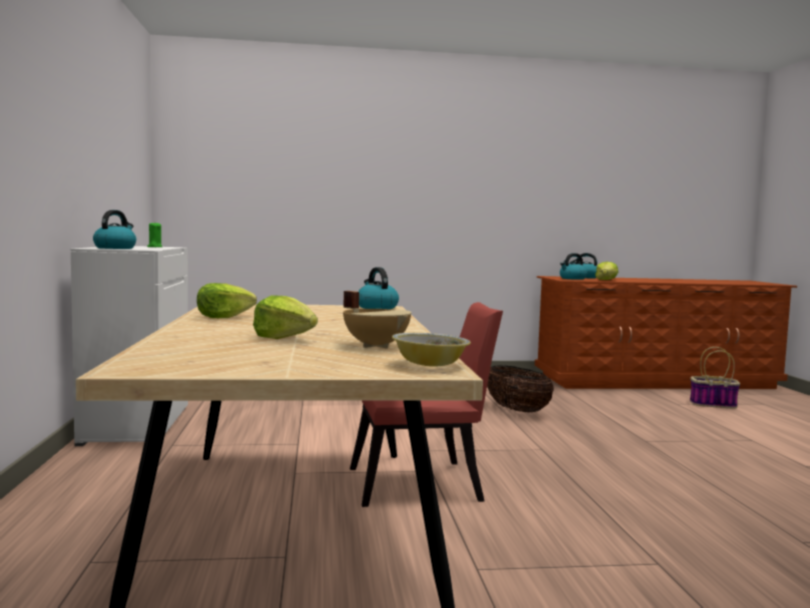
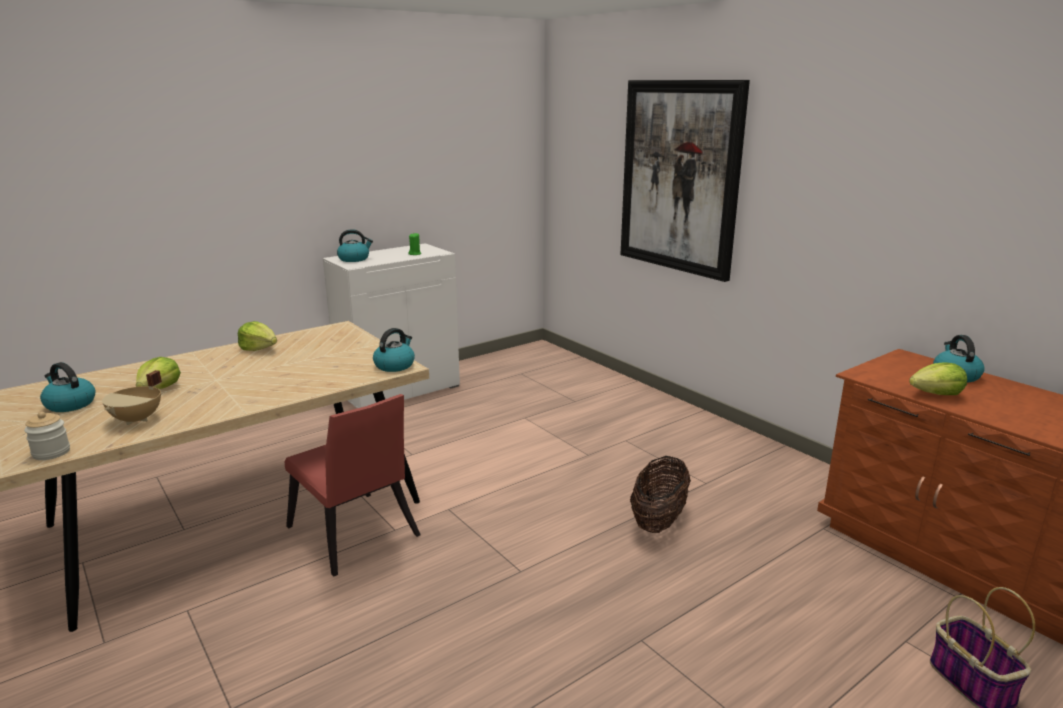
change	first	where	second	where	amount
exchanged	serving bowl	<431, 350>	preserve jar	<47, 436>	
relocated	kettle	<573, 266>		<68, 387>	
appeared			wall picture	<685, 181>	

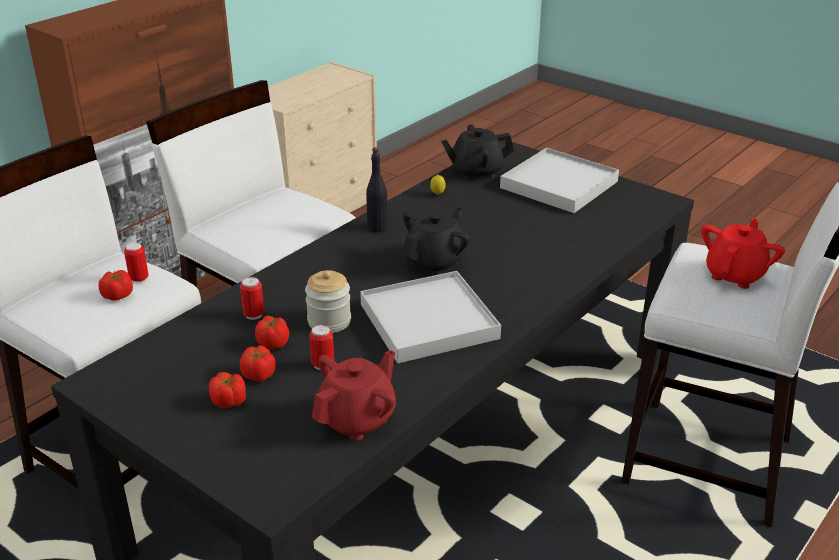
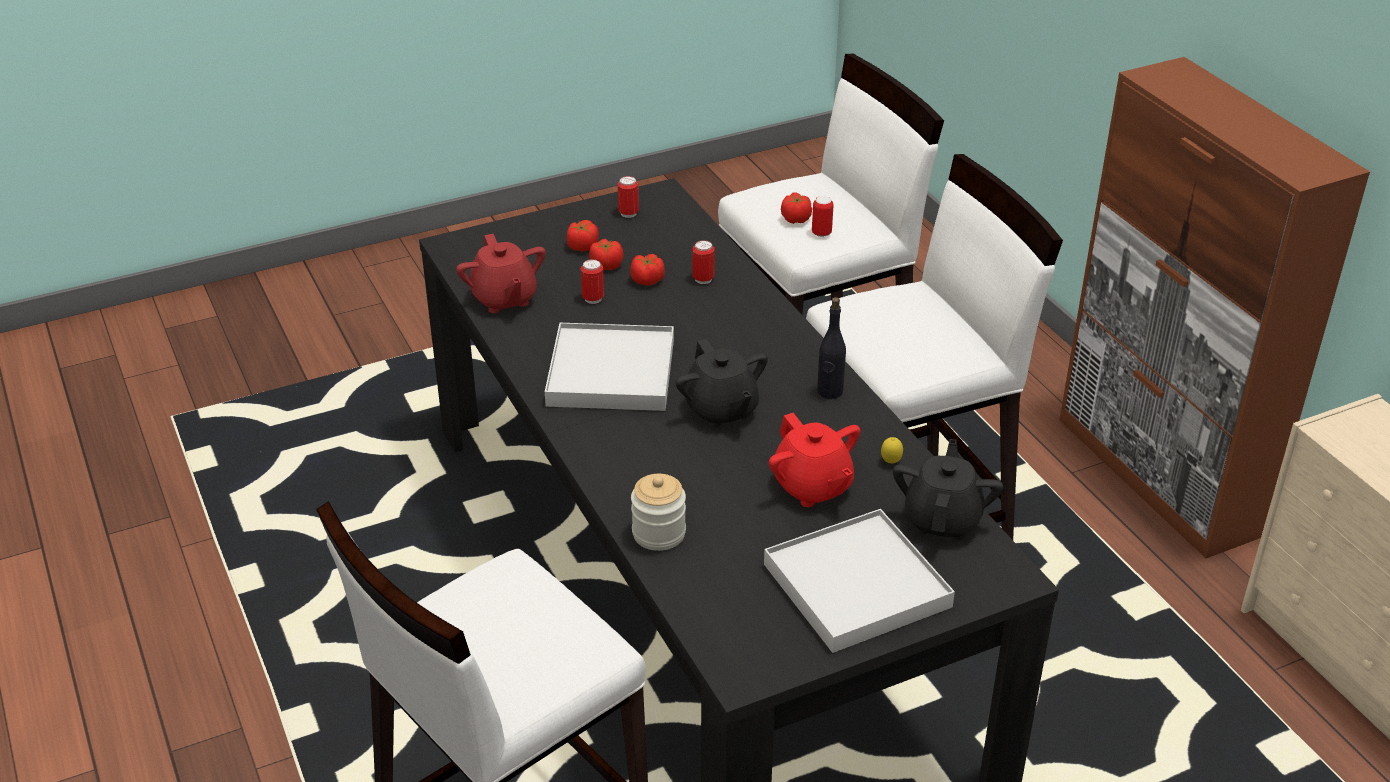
change	first	where	second	where	amount
appeared			can	<628, 197>	
relocated	preserve jar	<328, 301>		<658, 512>	
relocated	red teapot	<743, 253>		<814, 460>	

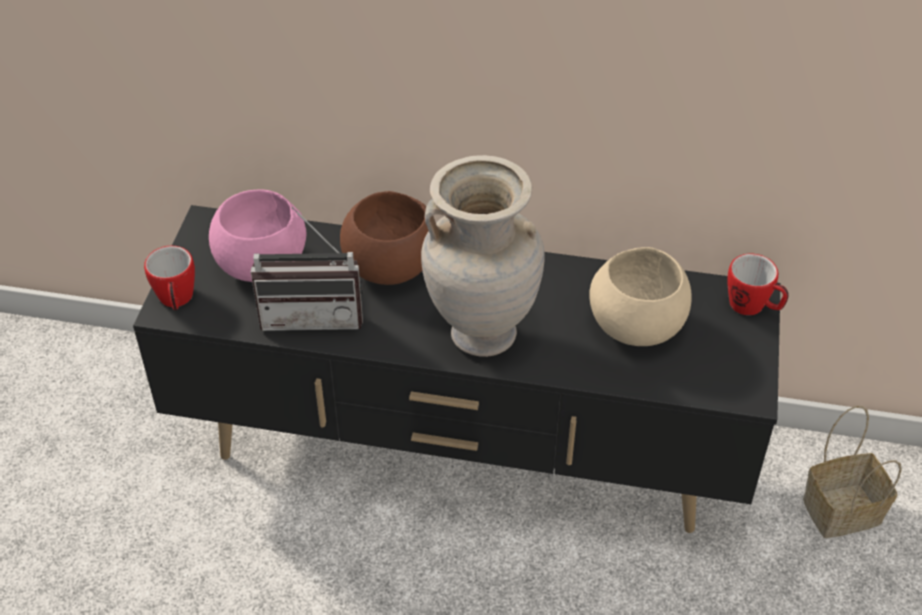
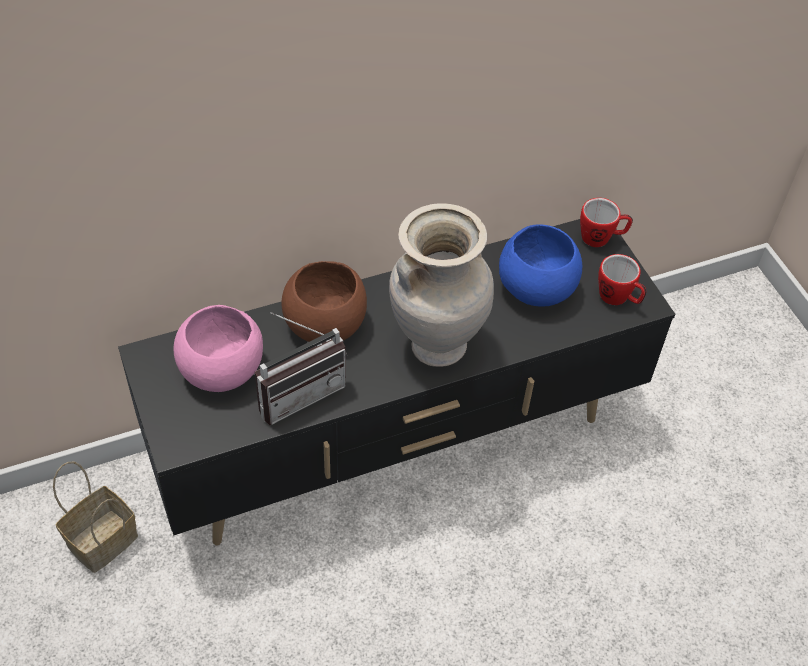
change	first	where	second	where	amount
relocated	storage basket	<852, 472>		<95, 517>	
colour	sand-coloured serving bowl	<640, 296>	bluish serving bowl	<540, 266>	
relocated	mug	<169, 278>		<622, 279>	

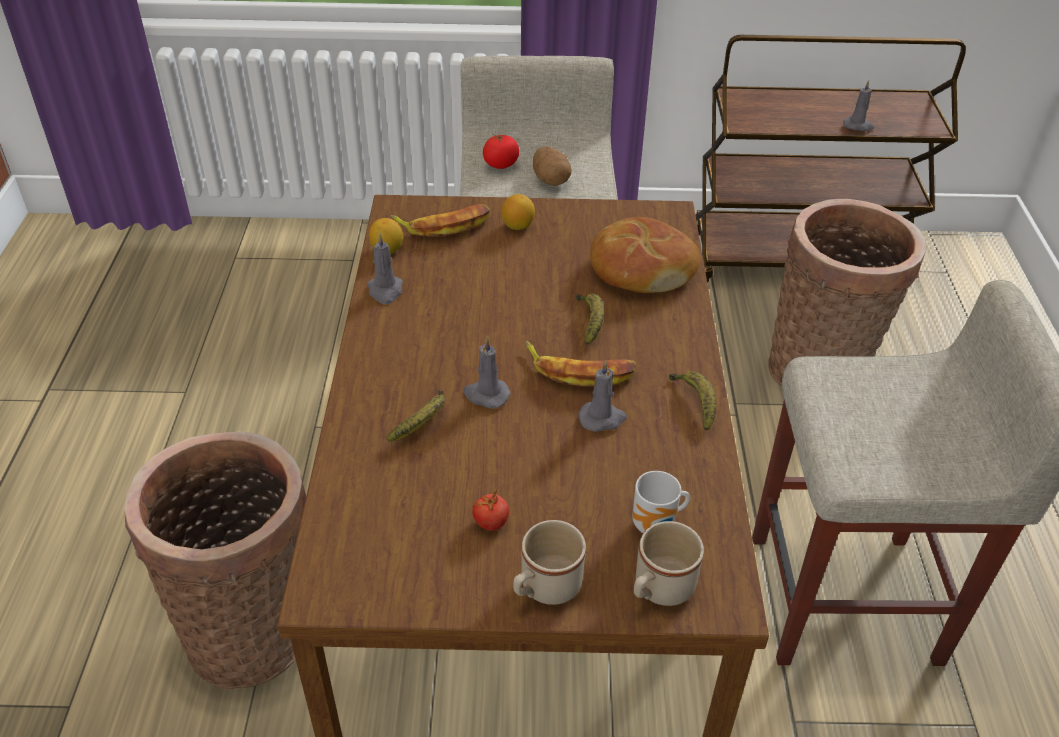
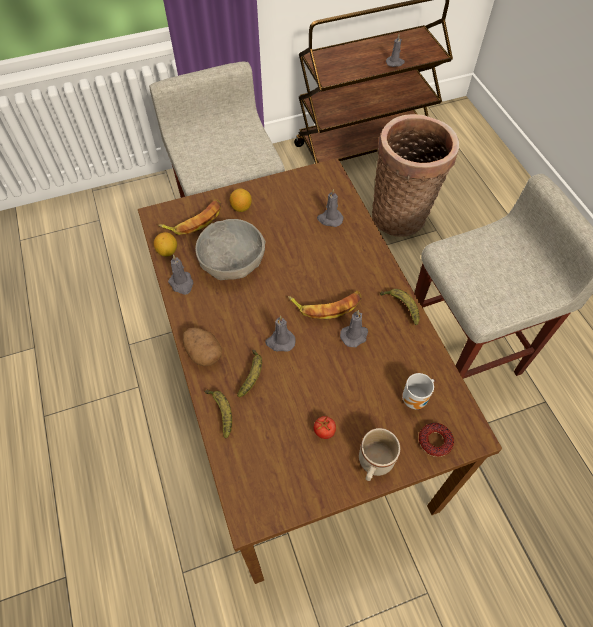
change	first	where	second	where	amount
relocated	spud	<552, 166>		<202, 347>	
appeared			grey serving bowl	<230, 249>	
relocated	banana fruit	<590, 319>		<218, 414>	
exchanged	bread	<645, 255>	grey wax candle	<330, 208>	
exchanged	sand-coloured mug	<669, 563>	donut	<436, 440>	
missing	storage basket	<215, 560>			
missing	whole tomato	<501, 151>			

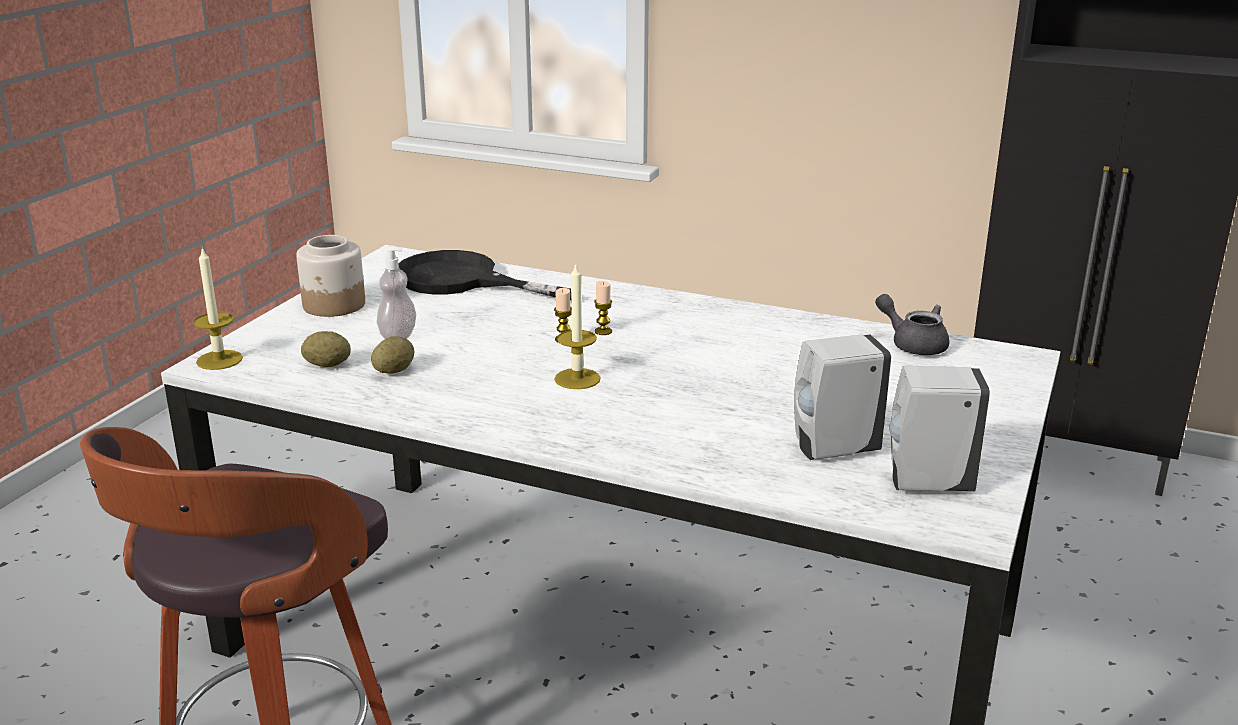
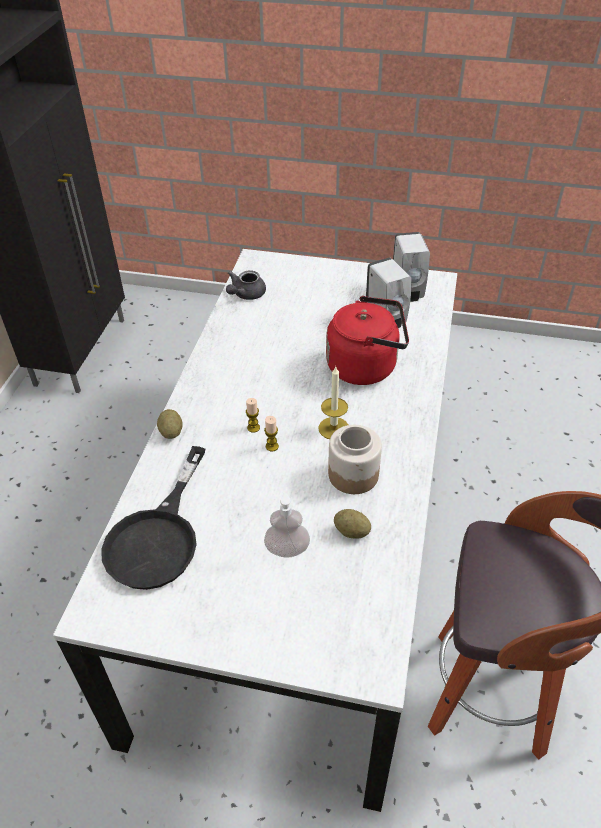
change	first	where	second	where	amount
relocated	spud	<326, 349>		<170, 424>	
appeared			red kettle	<367, 340>	
relocated	preserve jar	<330, 276>		<355, 459>	
missing	wax candle	<218, 308>			

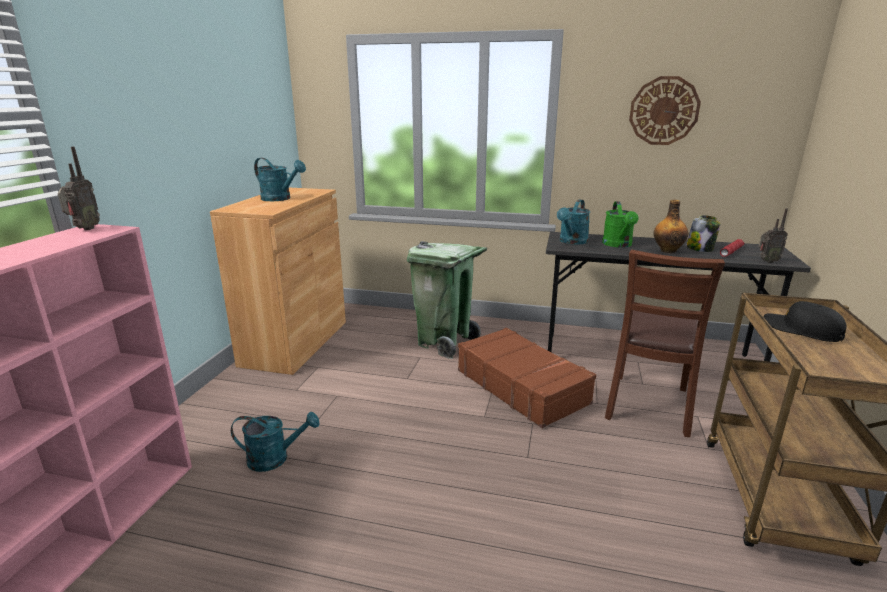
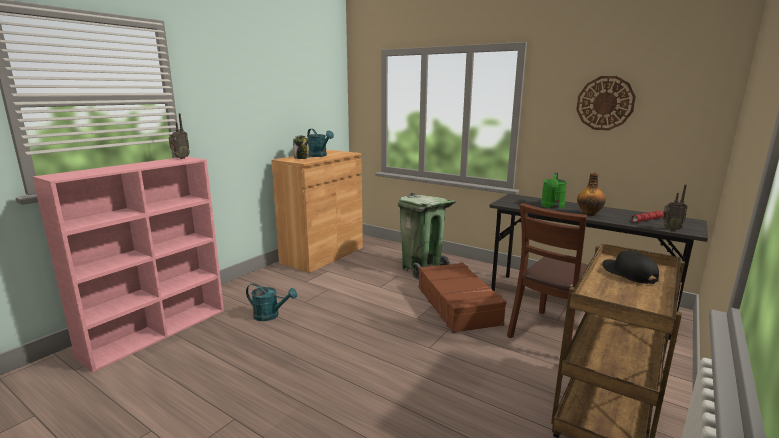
change	first	where	second	where	amount
relocated	preserve jar	<703, 233>		<301, 147>	
missing	turquoise watering can	<573, 222>			

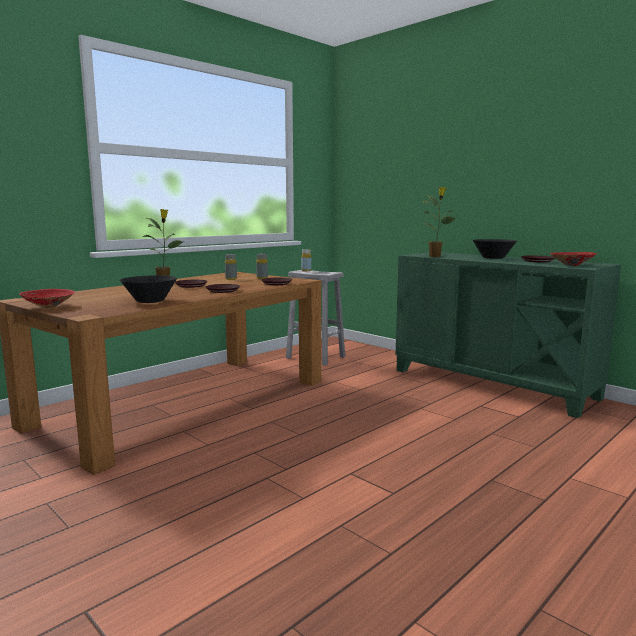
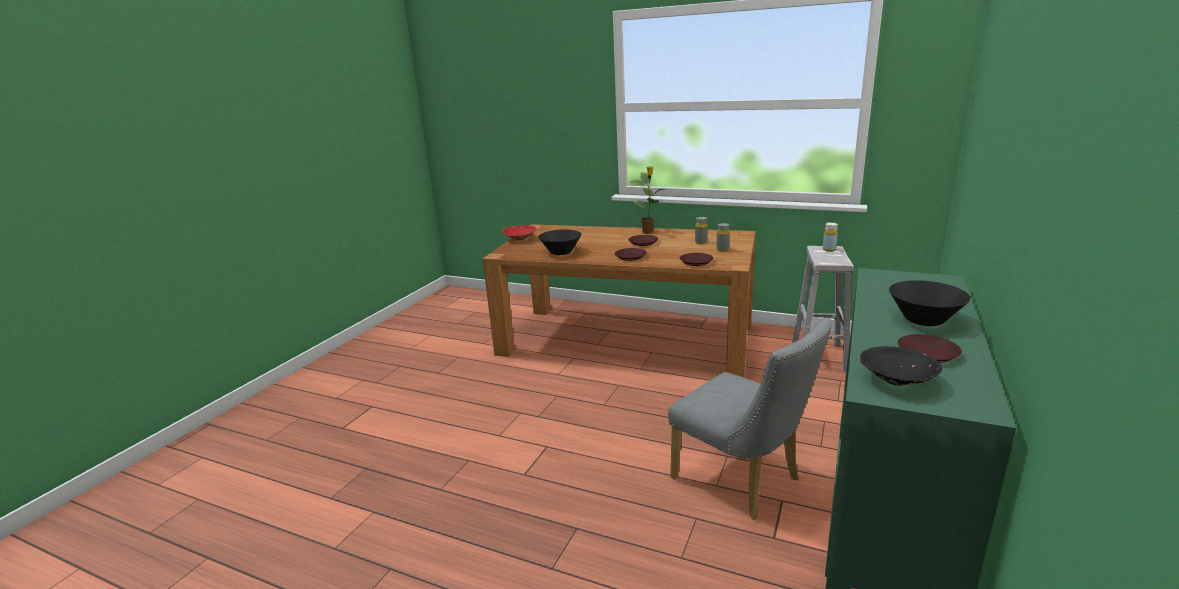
change	first	where	second	where	amount
appeared			grey chair	<750, 418>	
colour	red serving bowl	<573, 259>	blackish serving bowl	<901, 366>	
missing	plant in a pot	<439, 222>			

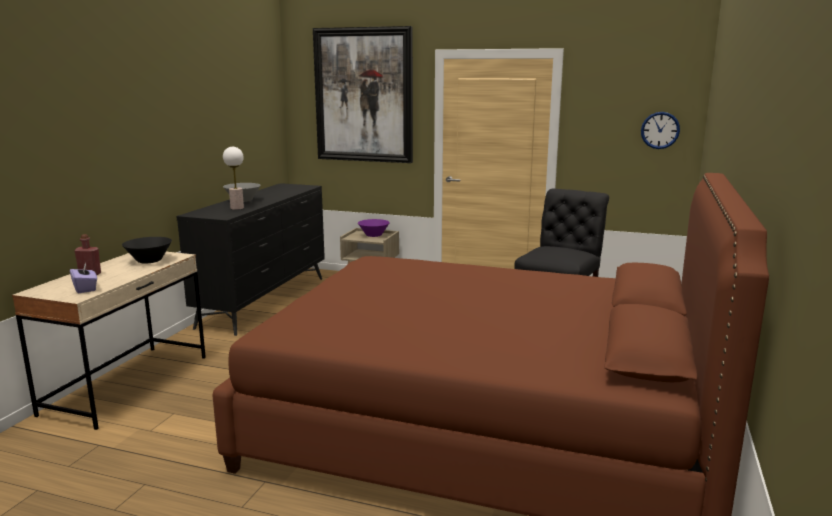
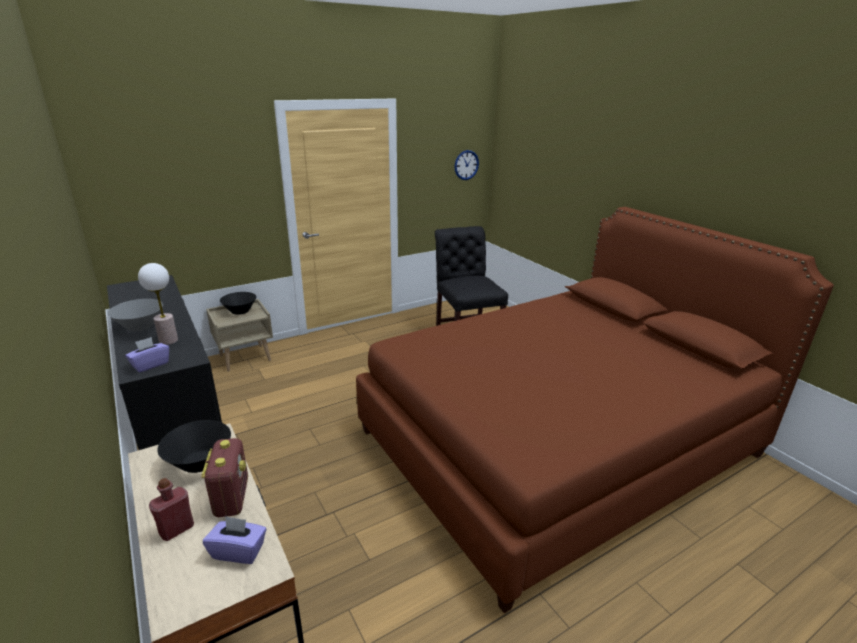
change	first	where	second	where	amount
appeared			purple box of tissues	<147, 355>	
appeared			radio receiver	<224, 477>	
colour	purple serving bowl	<374, 228>	blackish serving bowl	<238, 303>	
missing	wall picture	<363, 94>			

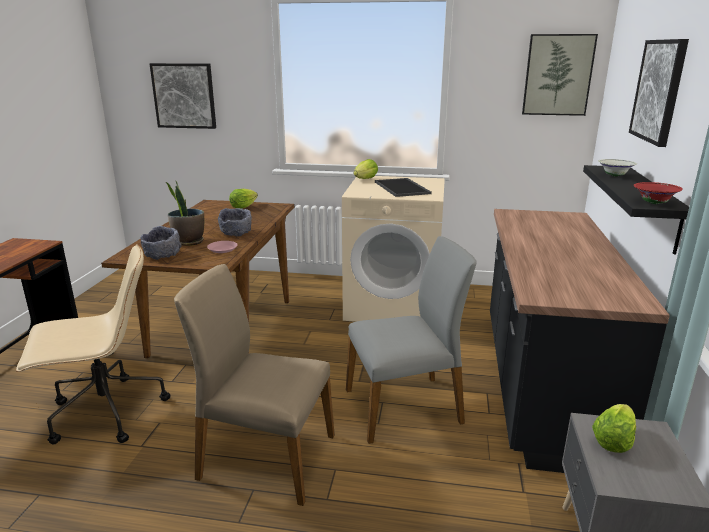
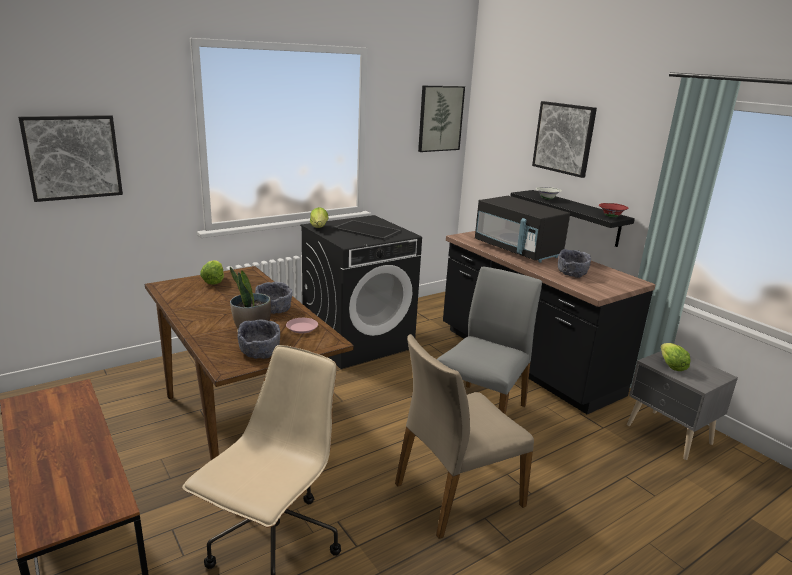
change	first	where	second	where	amount
colour	sand-coloured laundry appliance	<393, 249>	blackish laundry appliance	<361, 292>	
appeared			blackish microwave oven	<522, 229>	
appeared			grey serving bowl	<574, 263>	

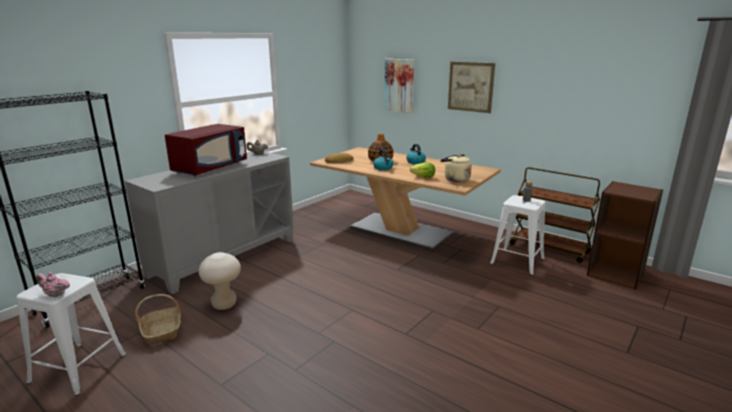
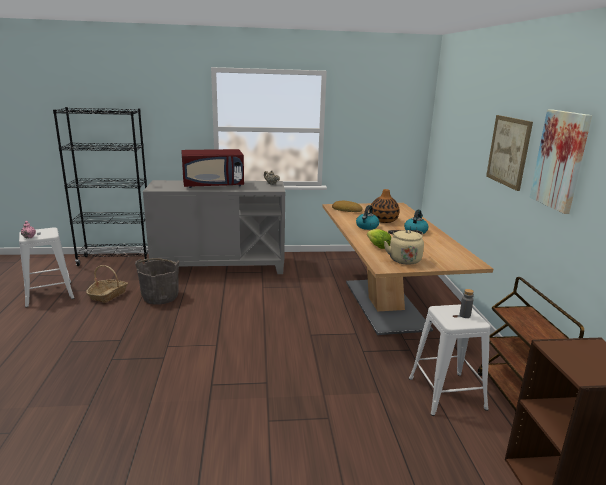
change	first	where	second	where	amount
exchanged	sand-coloured stool seat	<219, 281>	grey pail	<157, 281>	
relocated	wall picture	<399, 86>		<560, 161>	

